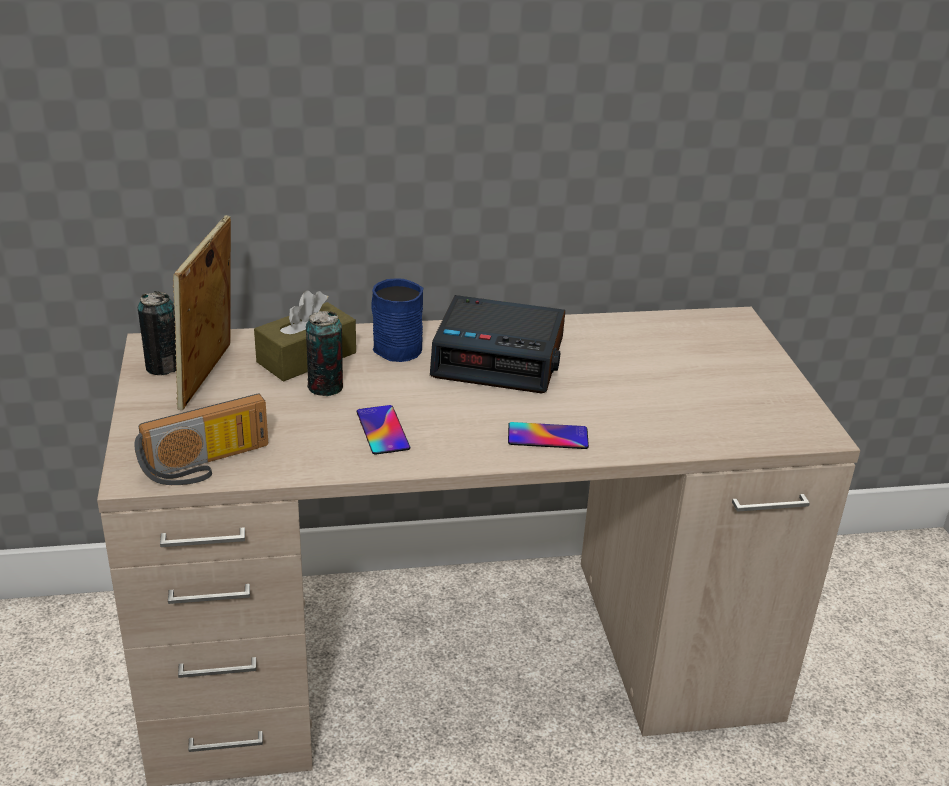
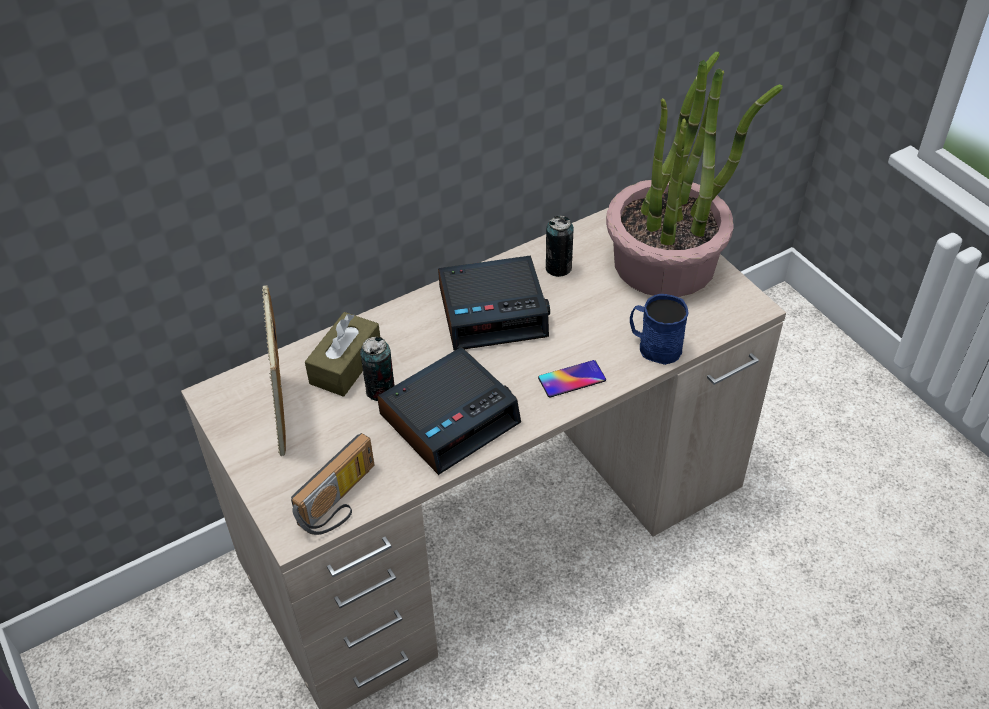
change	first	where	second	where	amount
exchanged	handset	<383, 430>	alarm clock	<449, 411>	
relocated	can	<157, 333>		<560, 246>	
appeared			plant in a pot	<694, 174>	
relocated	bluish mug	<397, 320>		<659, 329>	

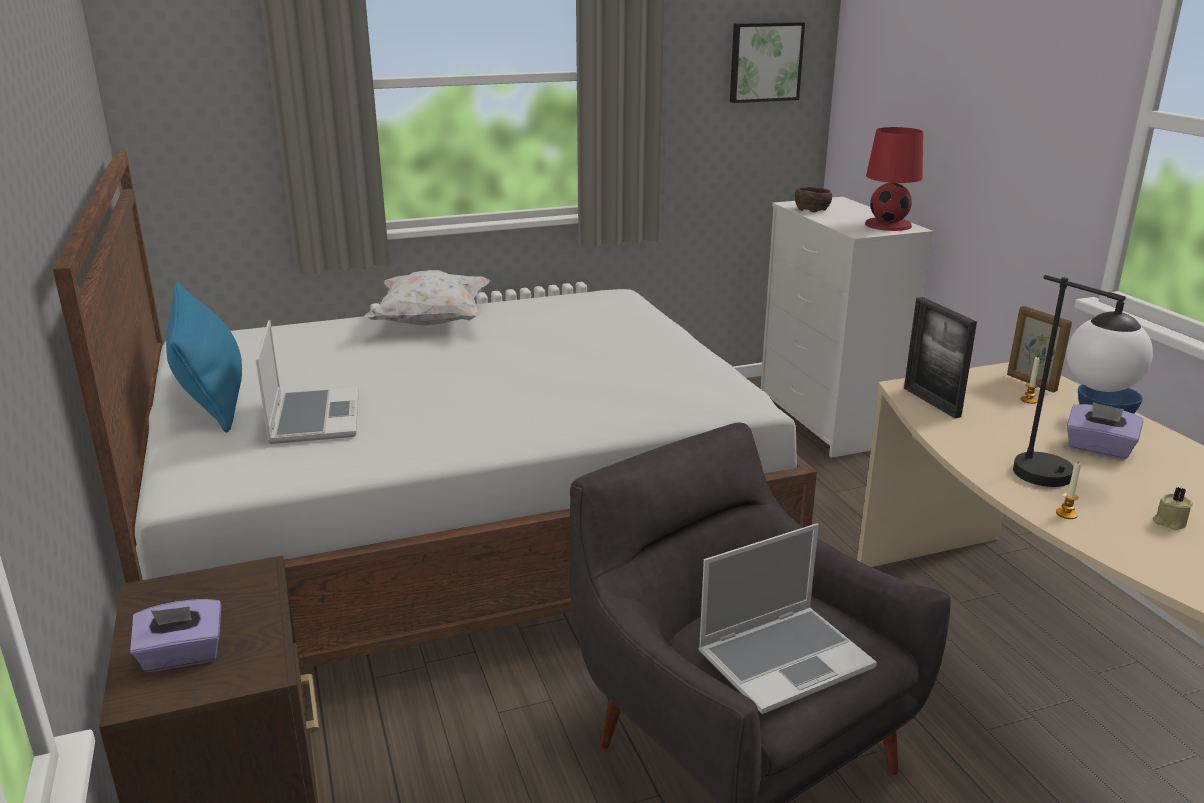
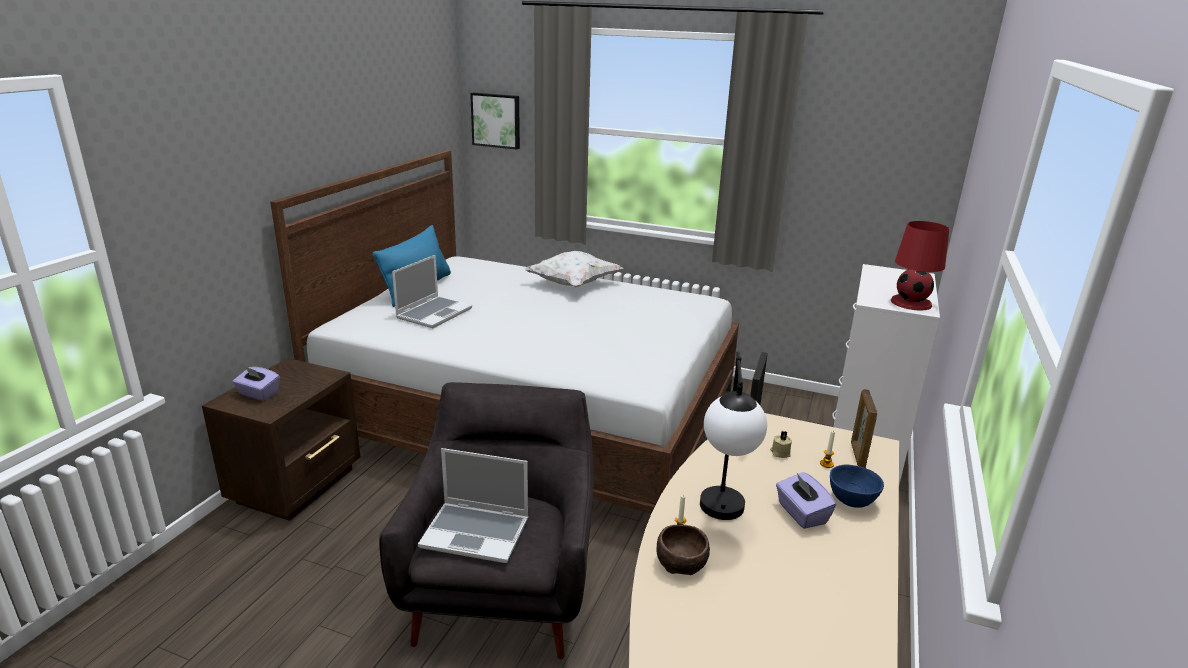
change	first	where	second	where	amount
relocated	wall picture	<767, 62>		<495, 121>	
relocated	brown-coloured serving bowl	<813, 199>		<683, 550>	
relocated	sand-coloured wax candle	<1173, 508>		<781, 444>	

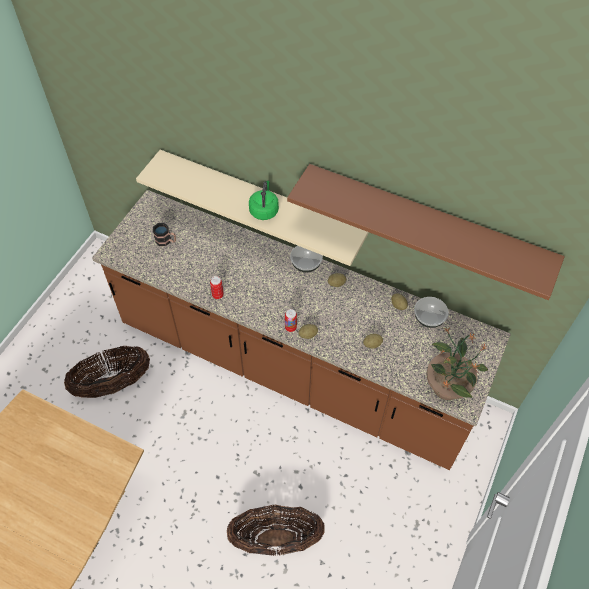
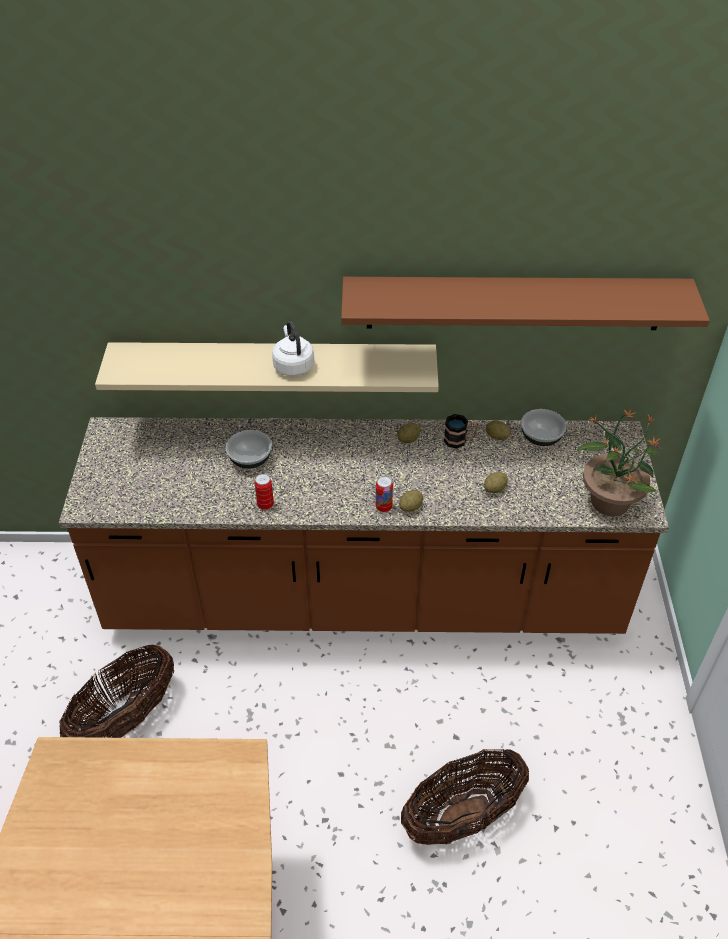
change	first	where	second	where	amount
relocated	serving bowl	<306, 259>		<249, 449>	
colour	green kettle	<264, 200>	white kettle	<293, 348>	
relocated	mug	<164, 234>		<461, 431>	

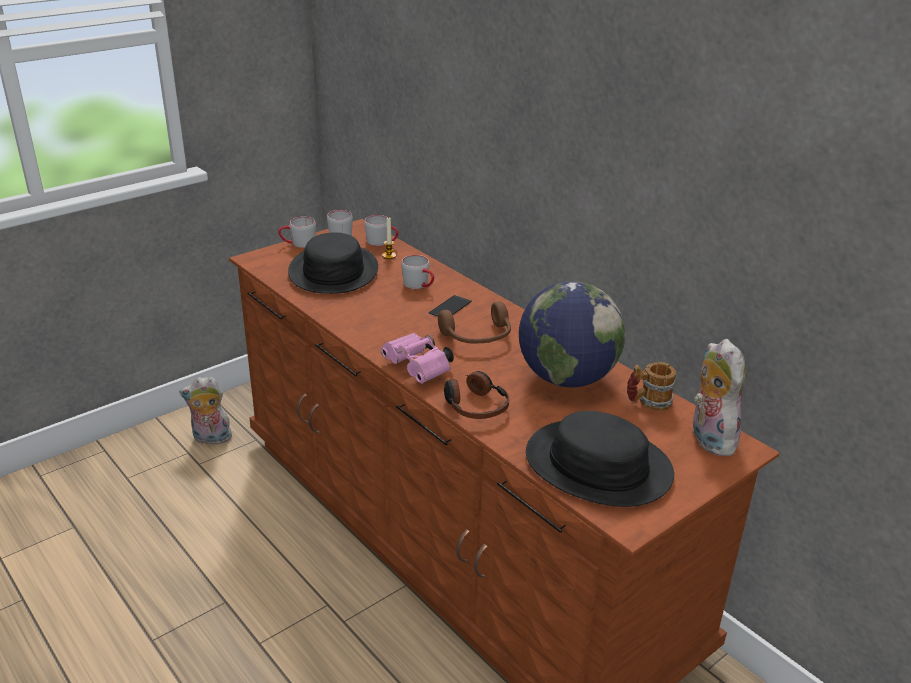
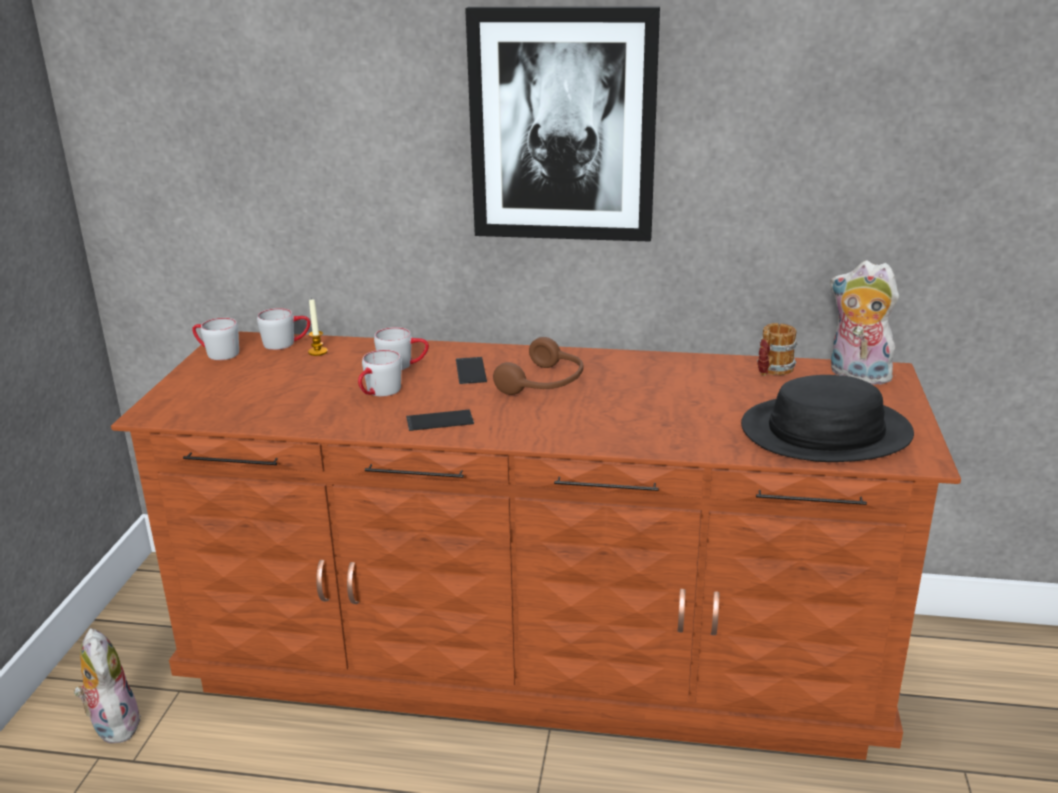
change	first	where	second	where	amount
spun	cuddly toy	<205, 410>		<107, 686>	105 degrees clockwise
relocated	grey mug	<297, 232>		<380, 373>	
appeared			handset	<440, 420>	
appeared			wall picture	<562, 124>	
missing	blackish wearable hat	<333, 263>			
missing	pink binoculars	<417, 358>			
missing	pair of headphones	<476, 395>			
missing	globe	<572, 334>			

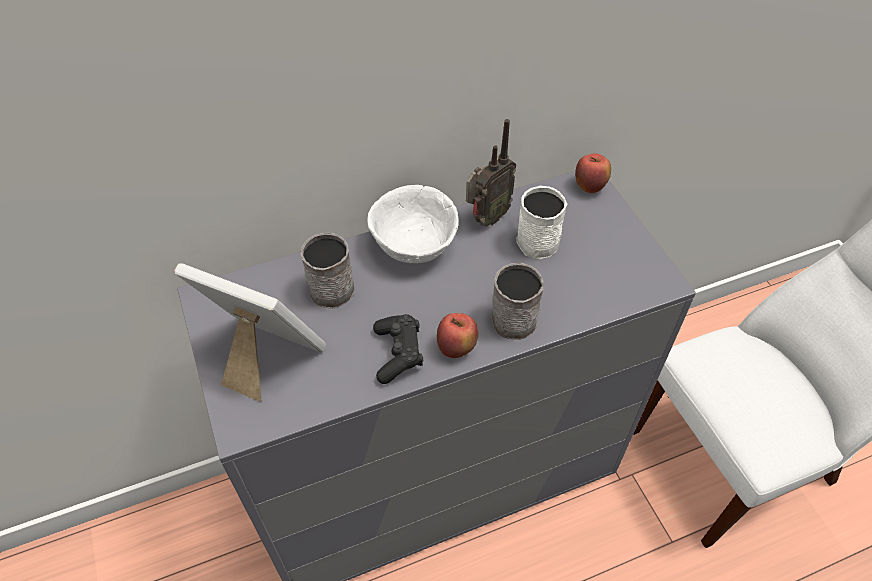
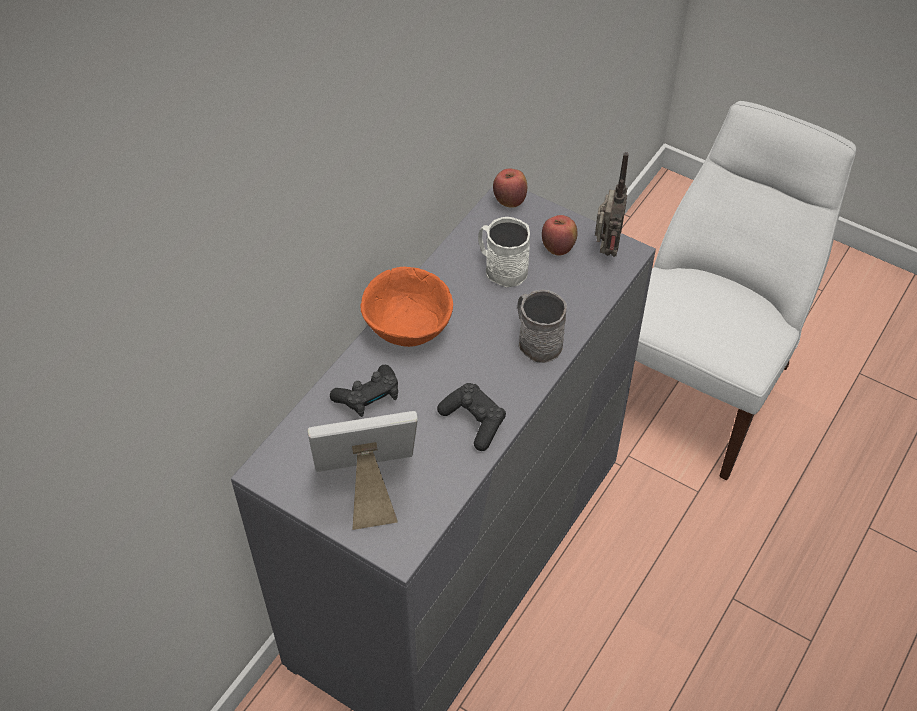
change	first	where	second	where	amount
exchanged	grey mug	<328, 270>	blackish game controller	<364, 391>	
colour	white serving bowl	<413, 224>	orange-coloured serving bowl	<406, 307>	
relocated	whole apple	<457, 335>		<560, 235>	
relocated	radio receiver	<491, 173>		<612, 204>	

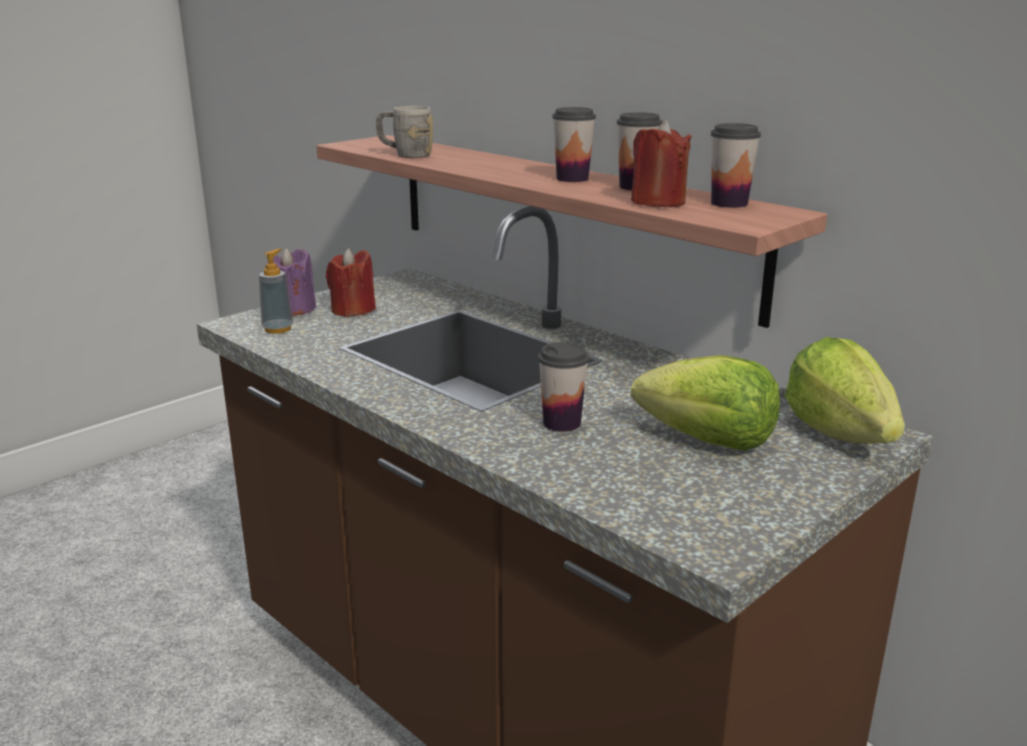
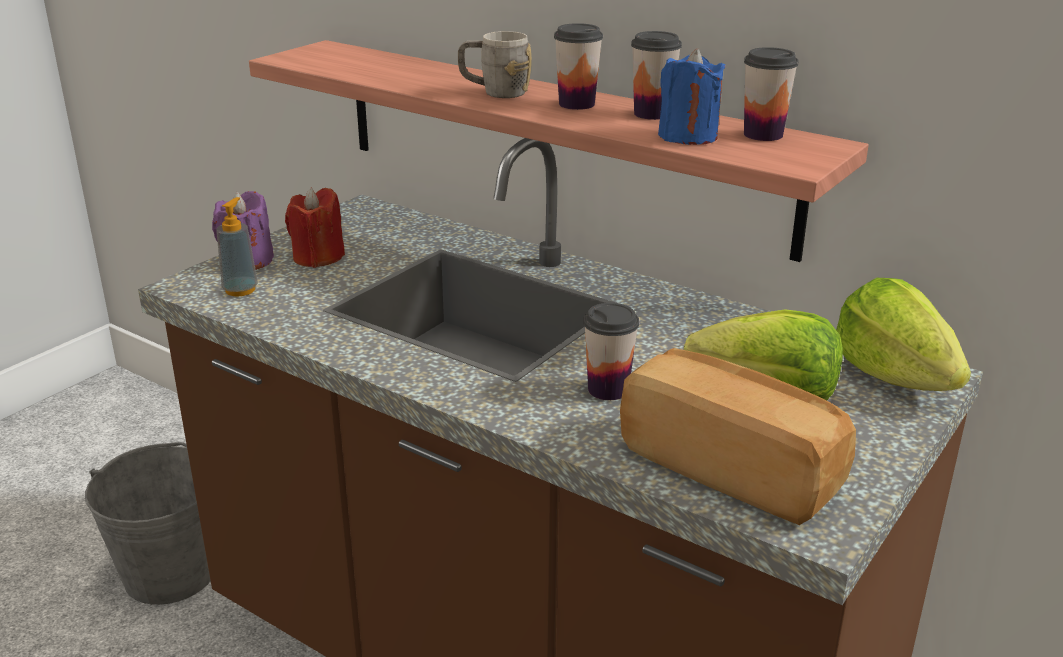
change	first	where	second	where	amount
appeared			grey pail	<148, 523>	
relocated	grey mug	<404, 132>		<495, 64>	
appeared			bread	<738, 436>	
colour	red wax candle	<661, 163>	bluish wax candle	<691, 97>	

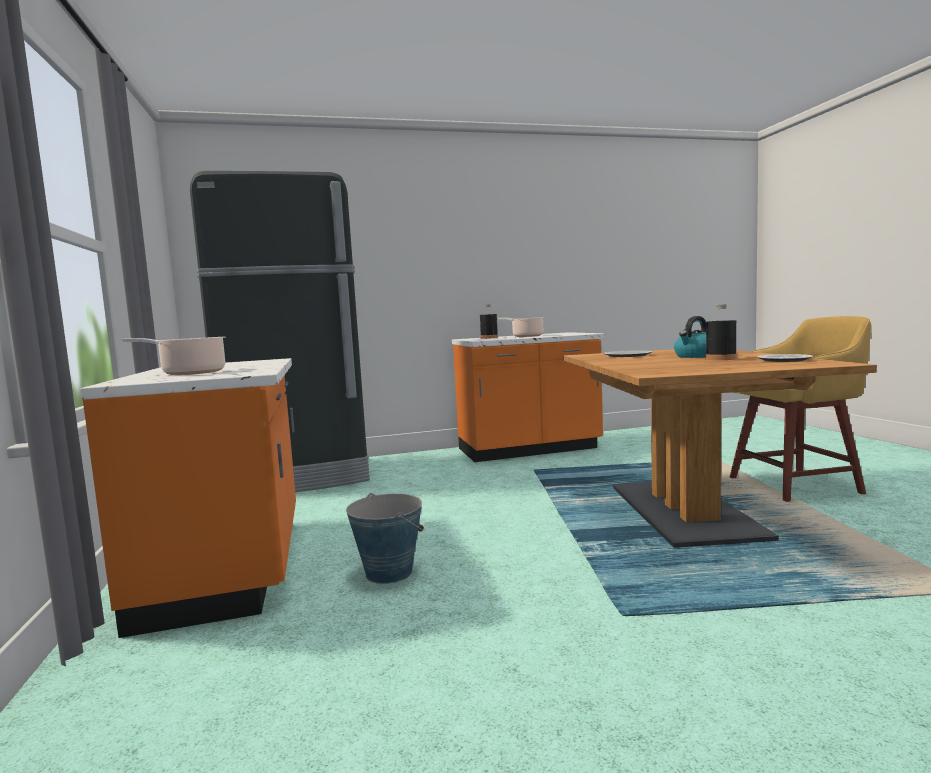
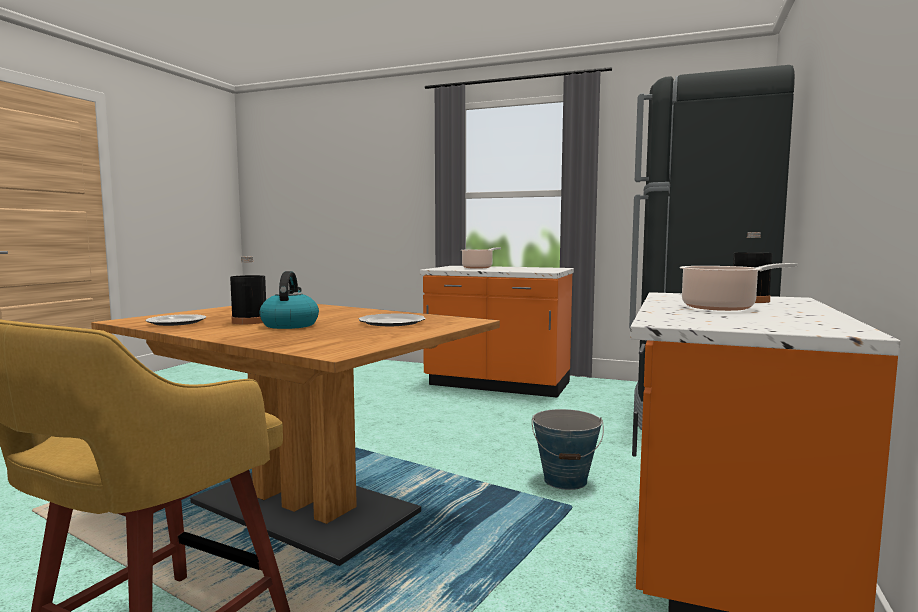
change	first	where	second	where	amount
relocated	pail	<385, 538>		<568, 449>	

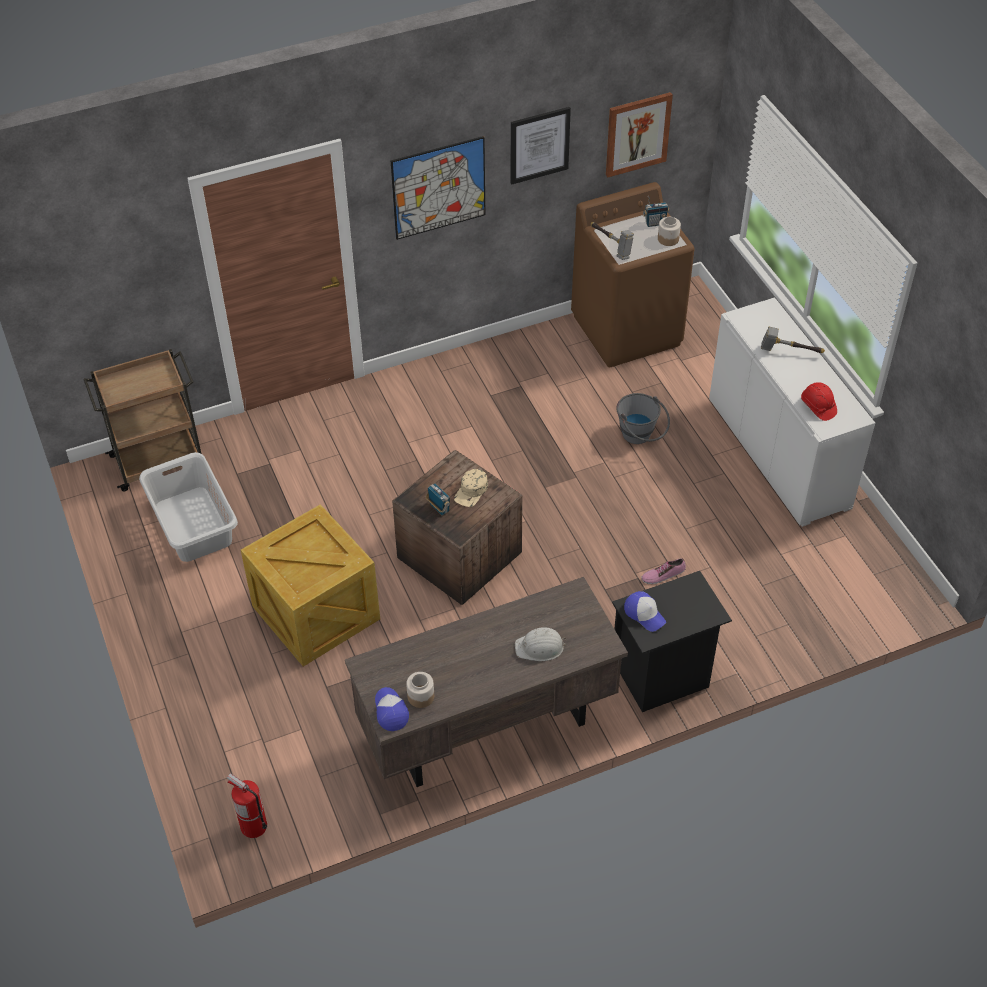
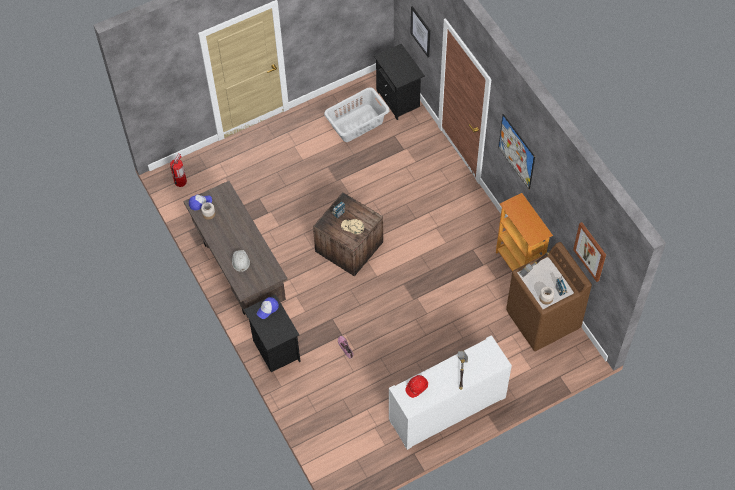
change	first	where	second	where	amount
exchanged	brown-coloured wheeled cart	<143, 420>	blackish bedside table	<399, 82>	
relocated	wall picture	<541, 145>		<421, 31>	
appeared			bookshelf	<524, 232>	
missing	shipping crate	<310, 585>			
missing	grey pail	<643, 418>			

